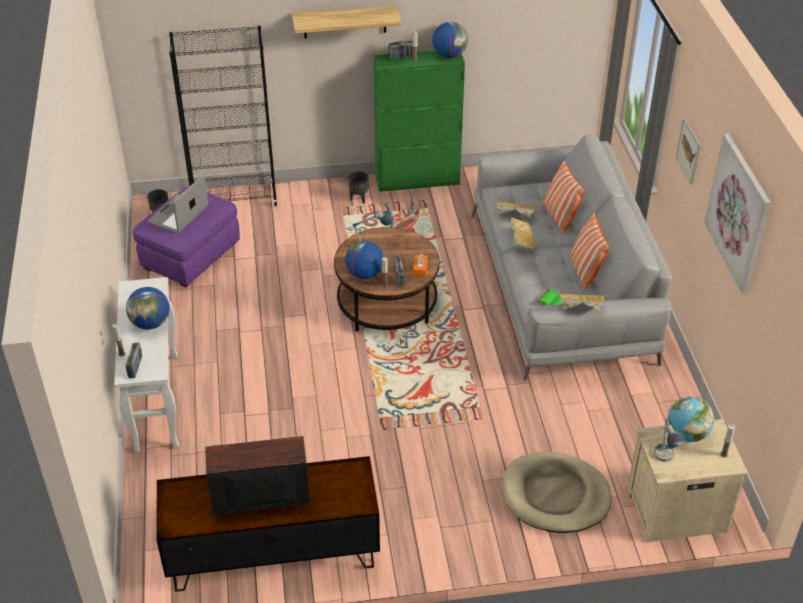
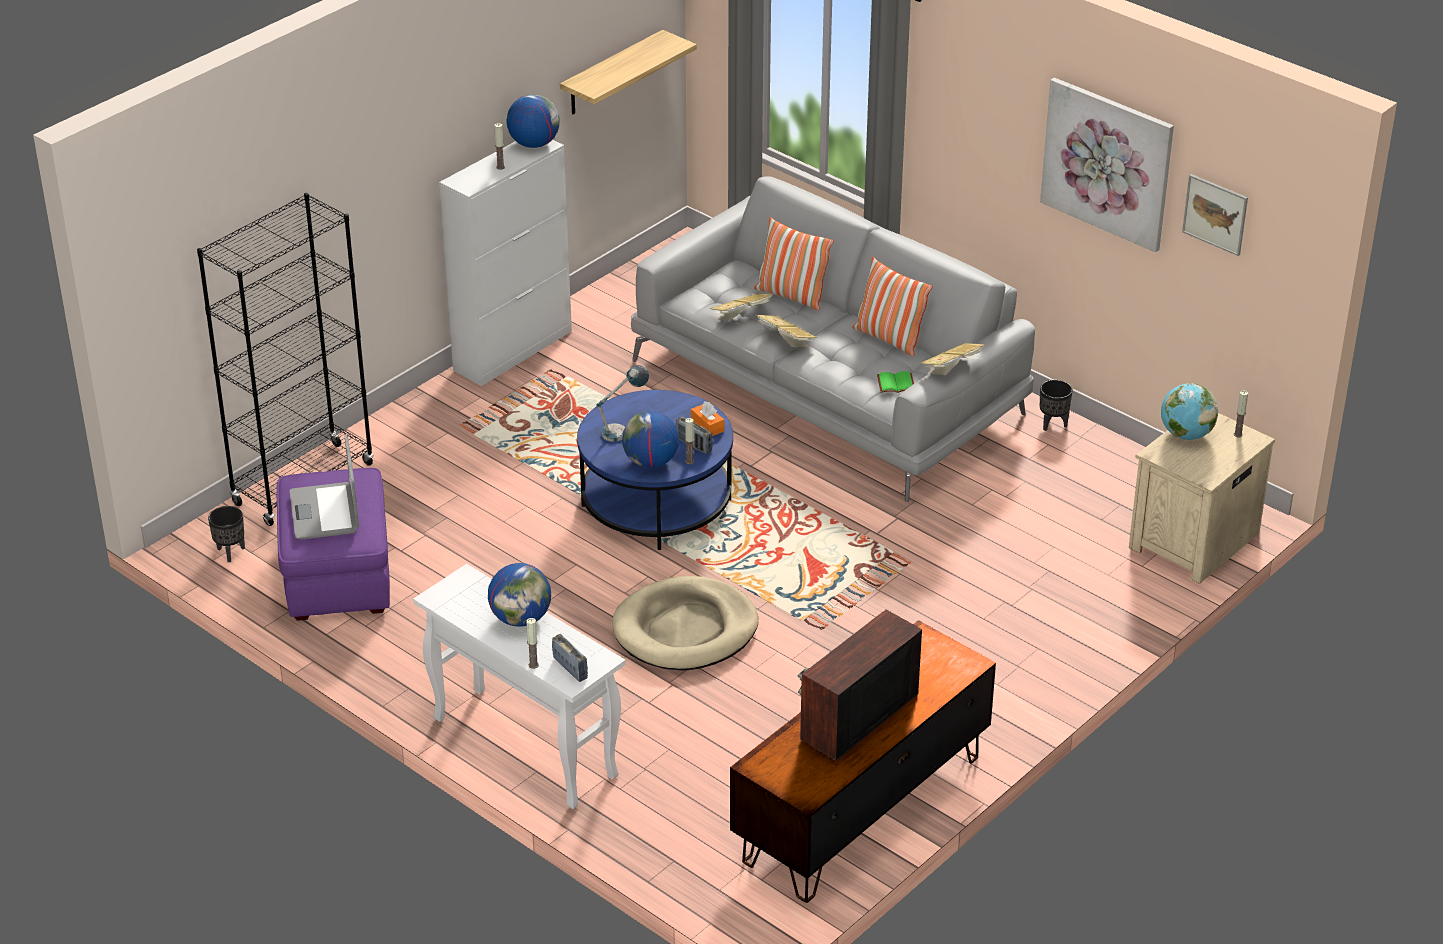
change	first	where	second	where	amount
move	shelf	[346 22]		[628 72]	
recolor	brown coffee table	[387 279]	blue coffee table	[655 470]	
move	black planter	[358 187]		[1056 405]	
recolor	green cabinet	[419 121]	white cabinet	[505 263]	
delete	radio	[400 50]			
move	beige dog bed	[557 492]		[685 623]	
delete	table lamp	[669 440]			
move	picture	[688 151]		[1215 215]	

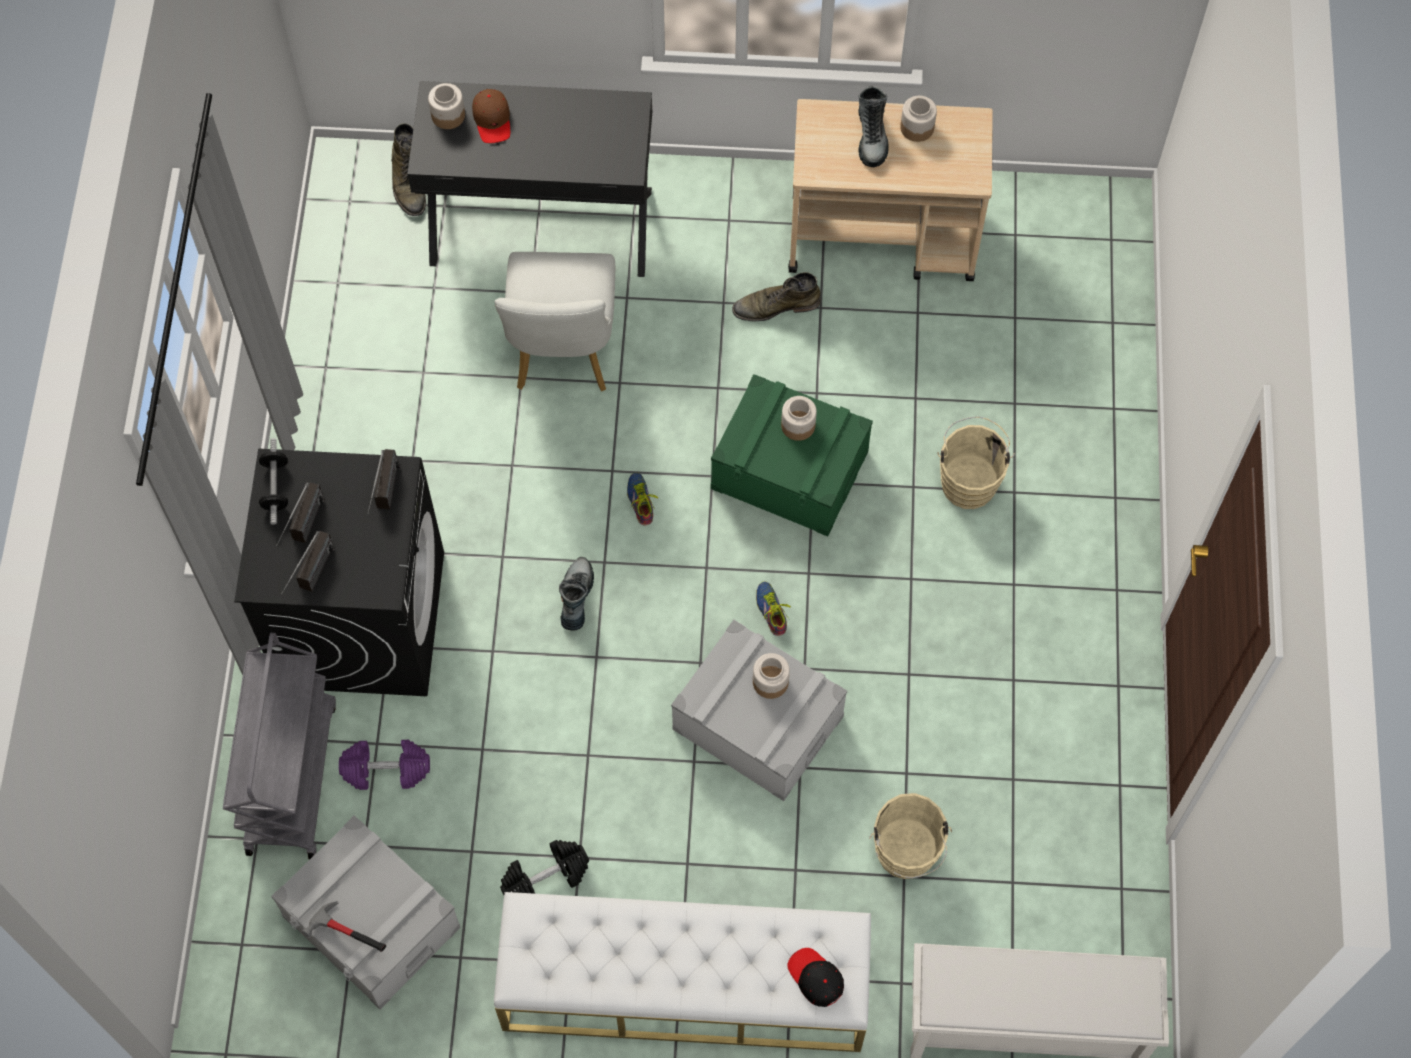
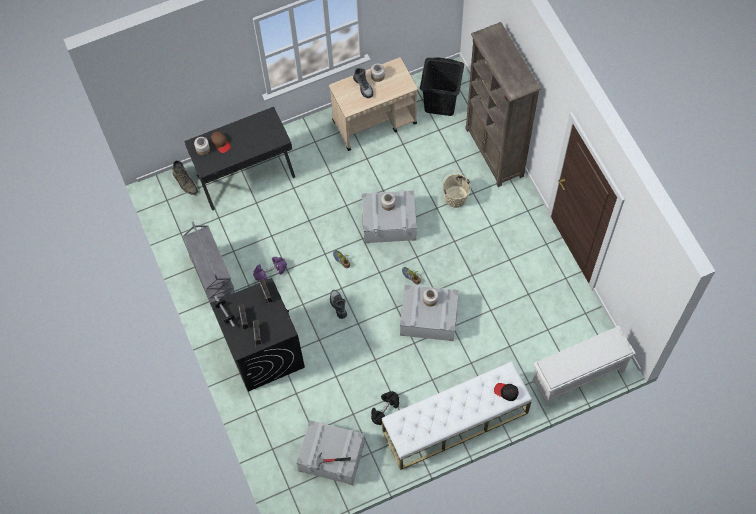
change	first	where	second	where	amount
move	grey cart	[279 746]		[209 266]	
move	purple dumbbell	[384 765]		[270 269]	
delete	white chair	[554 321]			
recolor	green storage box	[792 455]	grey storage box	[389 216]	
delete	green boot	[776 296]			
delete	beige bucket	[910 836]			
insert			black laundry basket	[442 86]	
insert			brown bookcase	[503 104]	

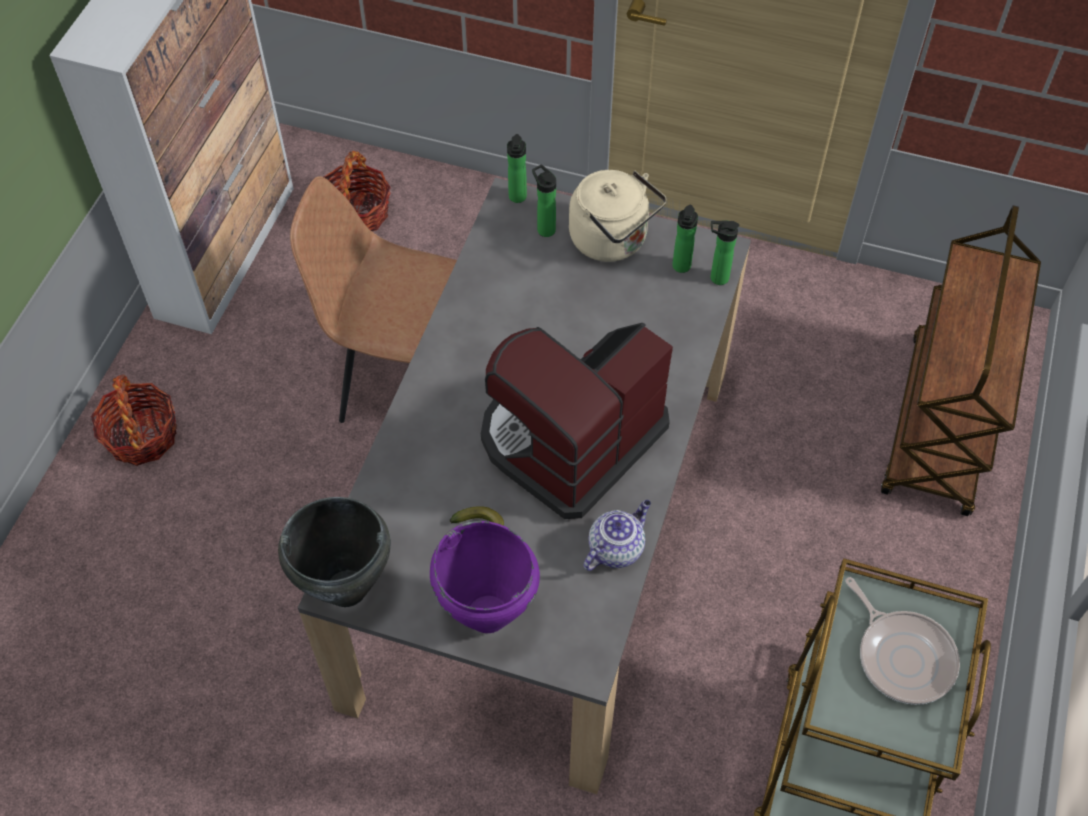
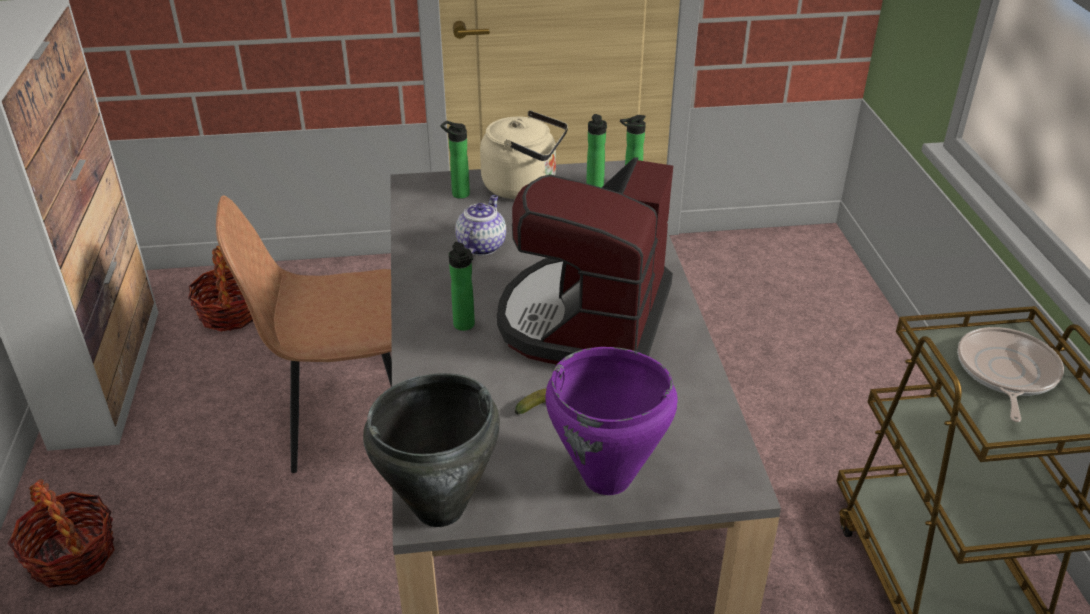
change	first	where	second	where	amount
move	bottle	[517 168]		[462 286]	
move	teapot	[617 535]		[480 225]	
rotate	frying pan	[902 641]		[1010 374]	105 degrees counterclockwise
delete	brown cart	[961 360]			

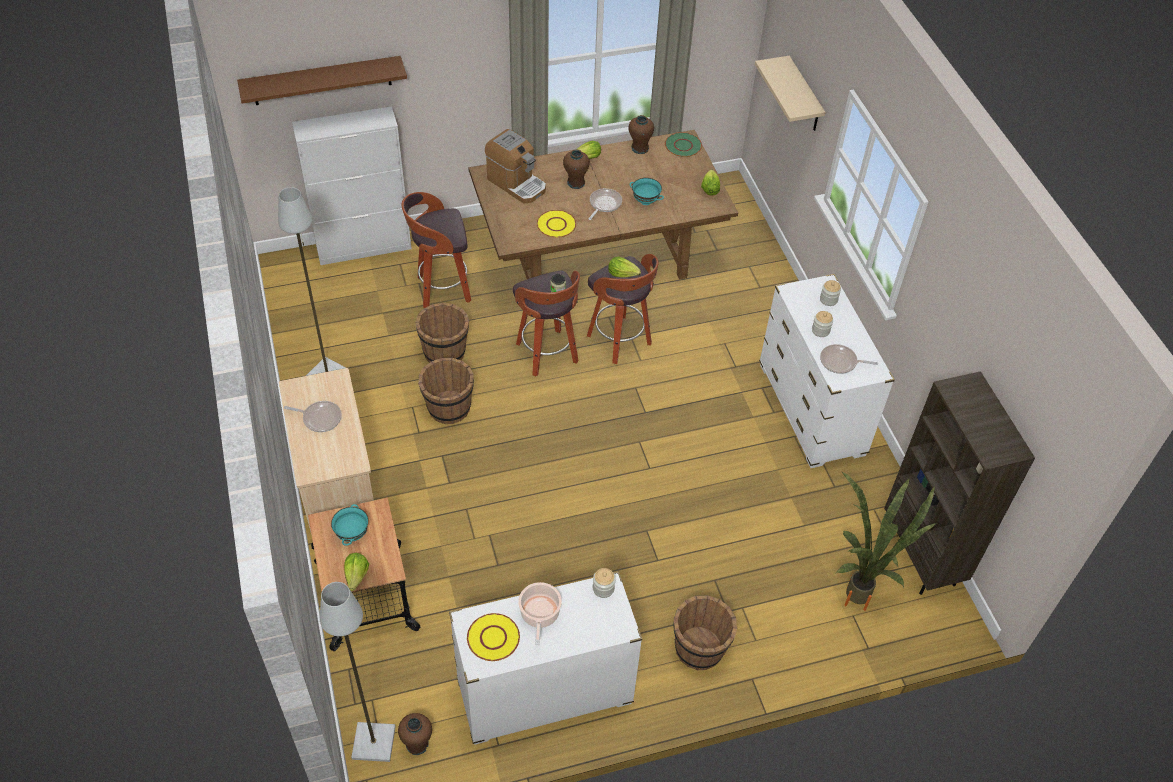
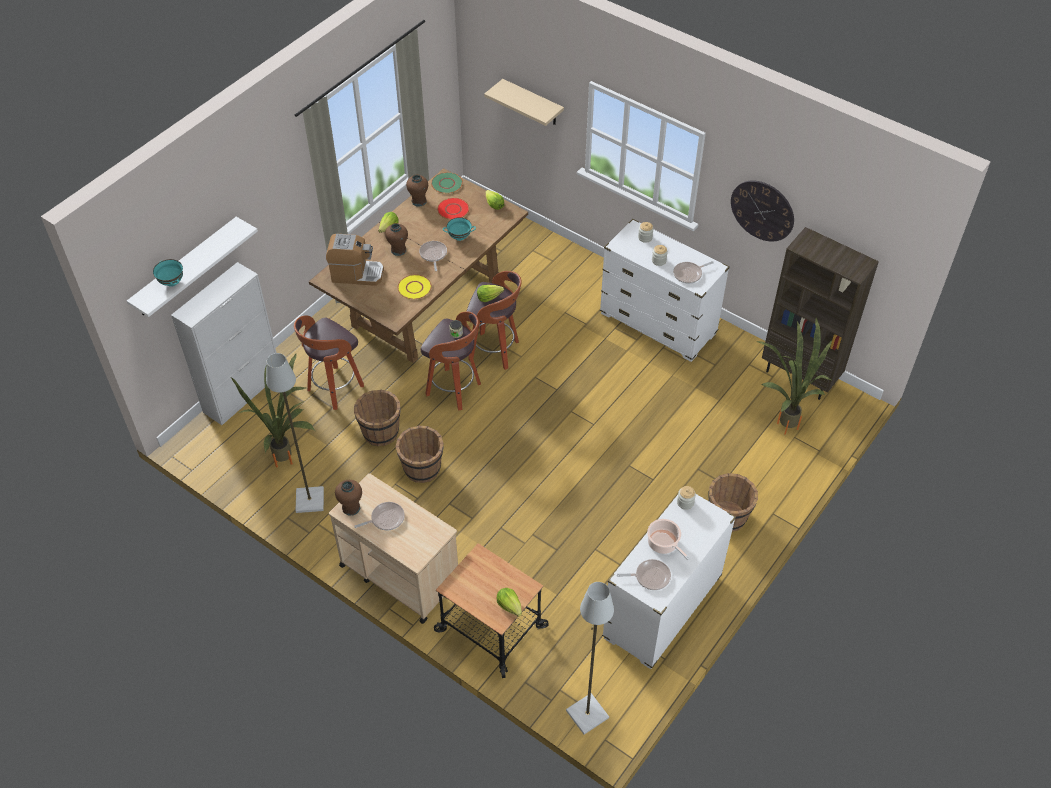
change	first	where	second	where	amount
recolor	brown shelf	[322 80]	white shelf	[192 267]	
move	turquoise bowl	[349 525]		[168 273]	
move	brown vase	[415 734]		[348 498]	
replace	yellow plate	[493 637]	frying pan	[644 574]	
insert			potted plant	[273 410]	
insert			red plate	[453 209]	
insert			wall clock	[762 211]	

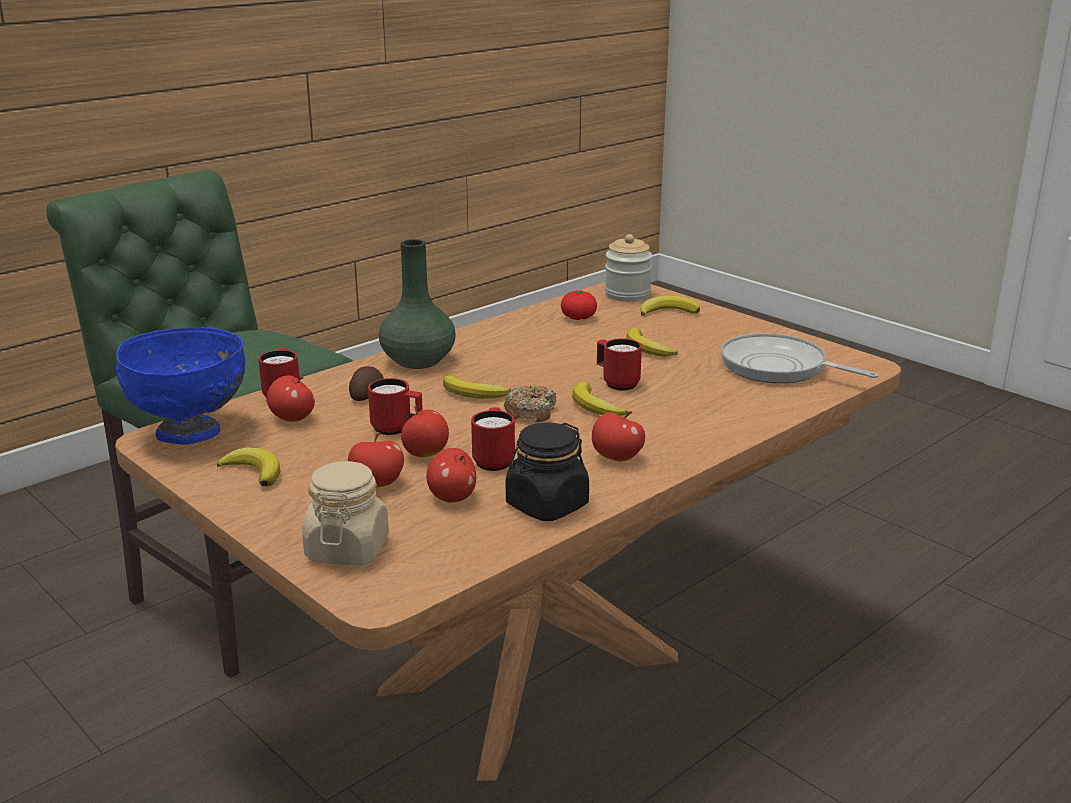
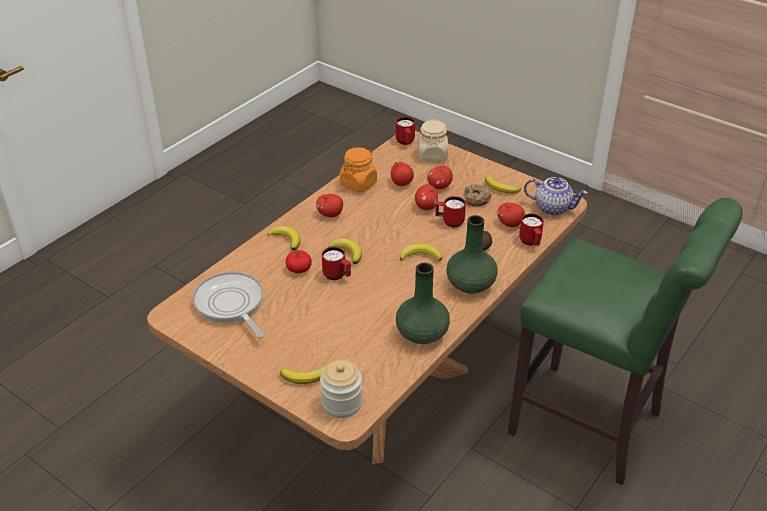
change	first	where	second	where	amount
replace	blue bowl	[180 386]	teapot	[556 196]	
move	red mug	[493 439]		[405 131]	
move	donut	[530 403]		[477 195]	
recolor	black jar	[547 471]	orange jar	[358 169]	
move	tomato	[579 305]		[299 261]	
move	banana	[652 342]		[283 238]	
rotate	frying pan	[800 358]		[228 305]	150 degrees counterclockwise
insert			green vase	[423 303]	

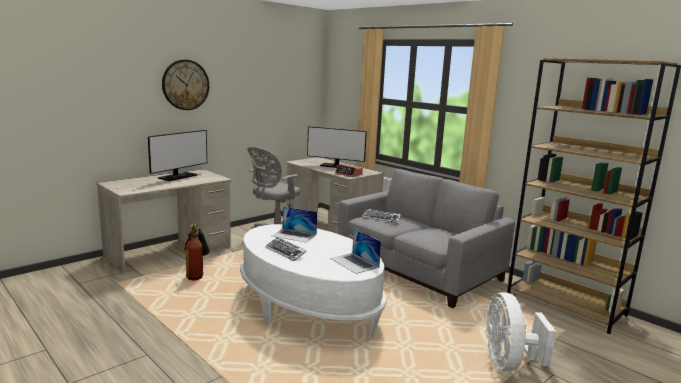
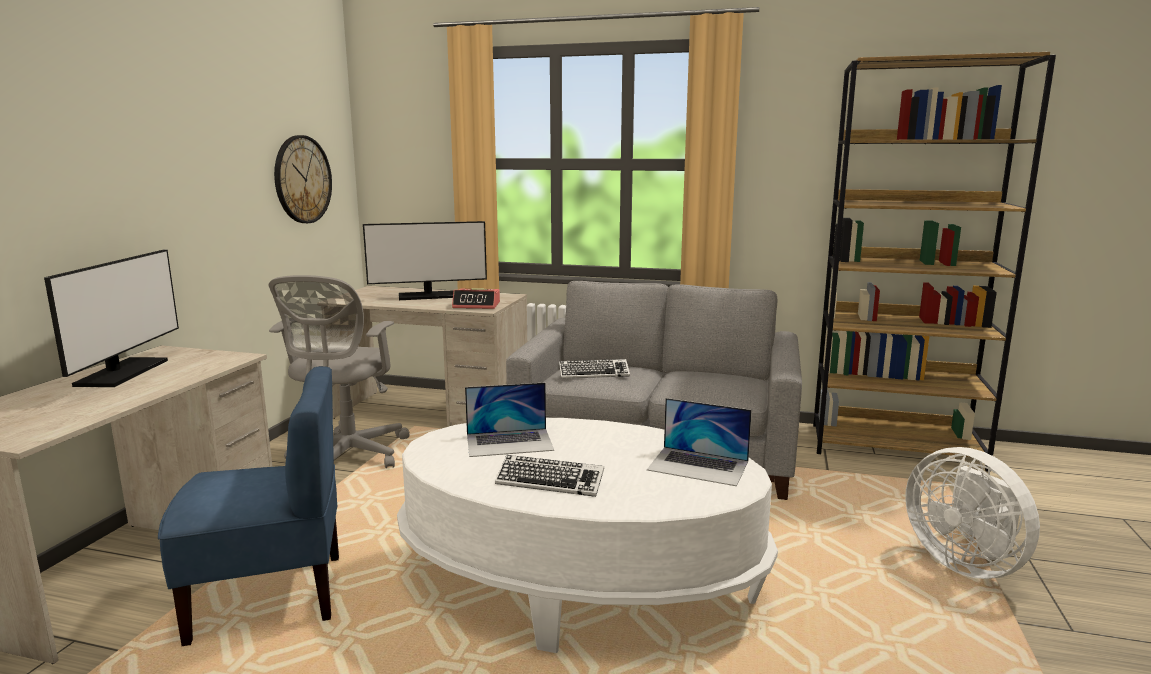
change	first	where	second	where	amount
move	wall clock	[185 85]		[303 179]	
replace	fire extinguisher	[197 252]	blue chair	[248 506]	

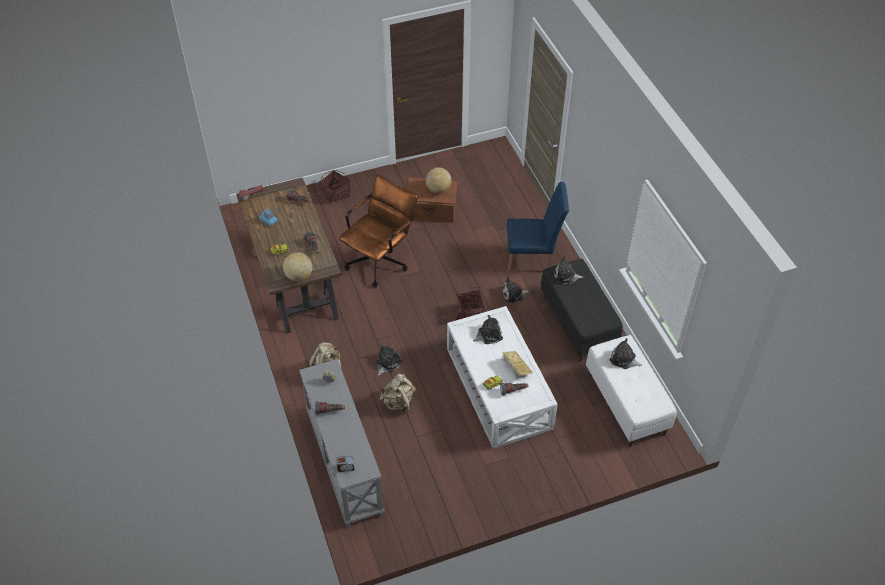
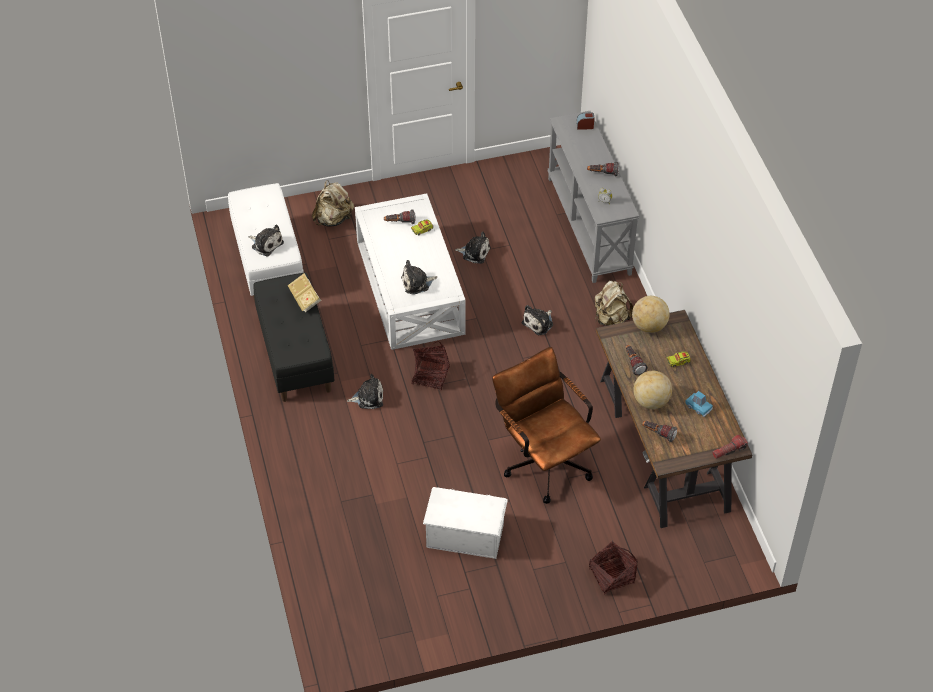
change	first	where	second	where	amount
rotate	brown office chair	[378 231]		[546 425]	105 degrees clockwise
move	beige backpack	[398 393]		[333 203]	
recolor	brown storage box	[432 200]	white storage box	[465 523]	
move	globe	[439 180]		[652 390]	
move	book	[517 364]		[304 292]	
delete	blue chair	[537 228]			
move	plush toy	[568 270]		[473 247]	

